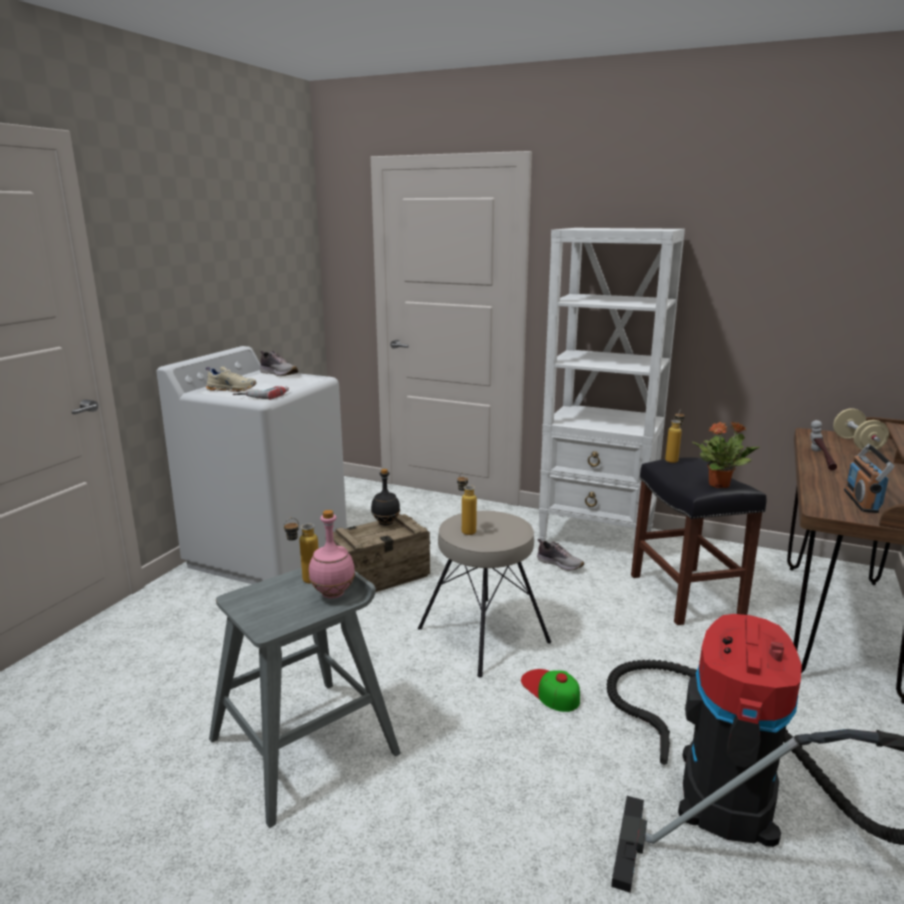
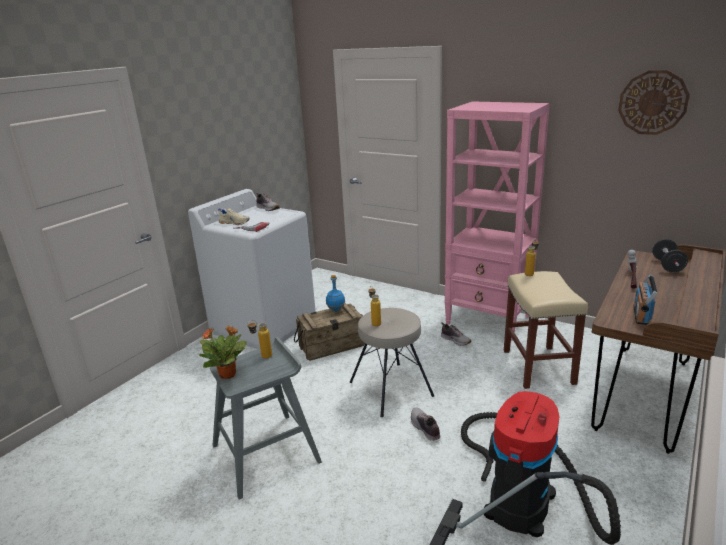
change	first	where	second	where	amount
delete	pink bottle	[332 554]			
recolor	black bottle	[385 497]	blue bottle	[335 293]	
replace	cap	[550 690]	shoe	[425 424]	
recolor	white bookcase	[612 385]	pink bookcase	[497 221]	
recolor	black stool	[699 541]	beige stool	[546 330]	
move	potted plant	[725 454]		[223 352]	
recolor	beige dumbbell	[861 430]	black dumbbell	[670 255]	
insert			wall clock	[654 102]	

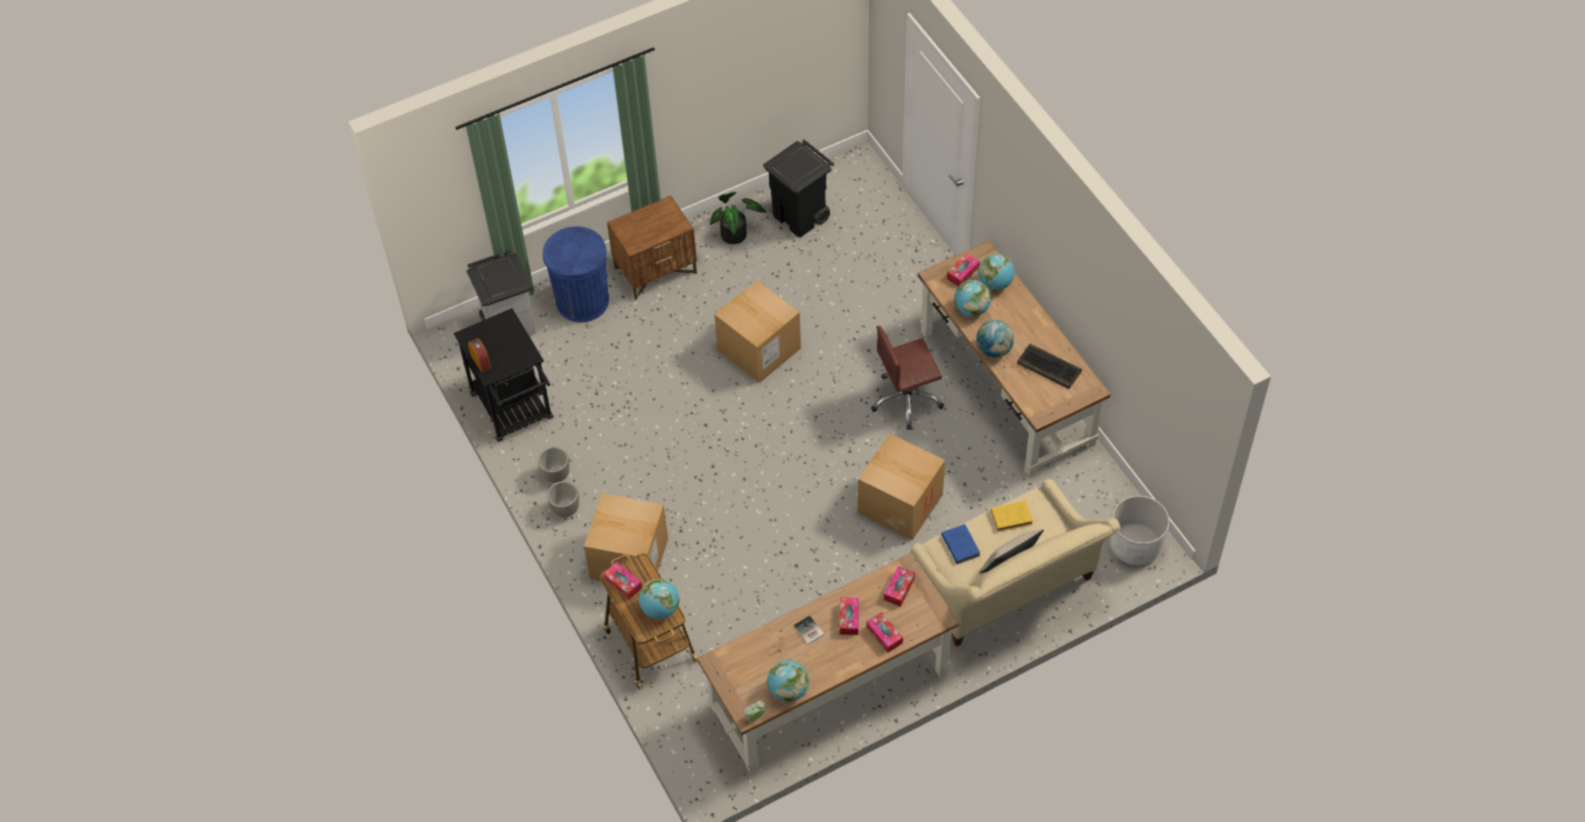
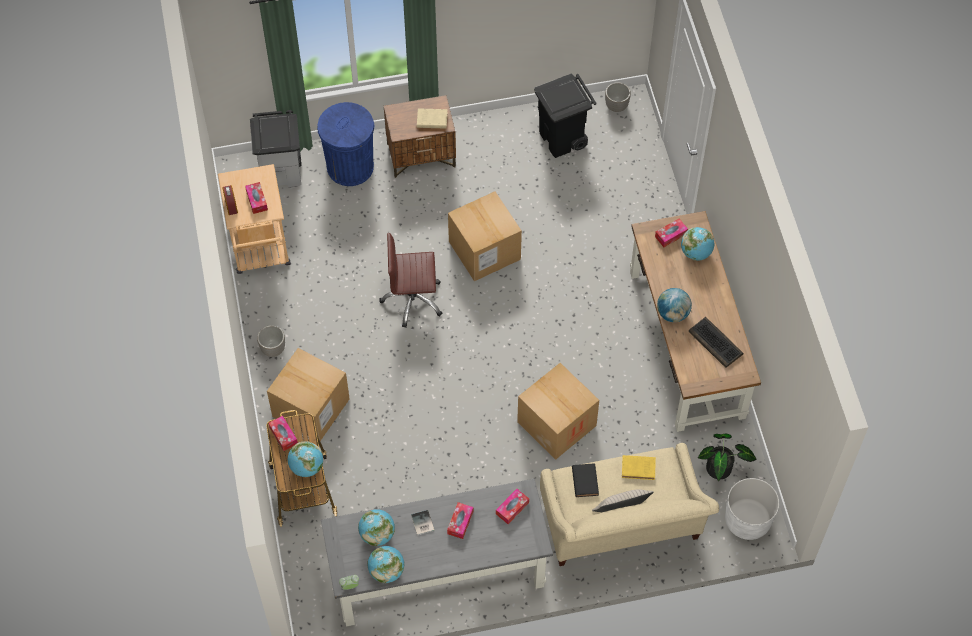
change	first	where	second	where	amount
recolor	black cart	[503 375]	beige cart	[254 219]	
move	planter	[553 465]		[618 97]	
recolor	brown desk	[828 663]	grey desk	[437 553]	
move	potted plant	[738 218]		[727 457]	
move	tissue box	[885 632]		[256 198]	
move	brown office chair	[907 378]		[410 280]	
recolor	blue book	[960 544]	black book	[585 480]	
move	globe	[972 298]		[376 527]	
insert			beige book	[432 118]	

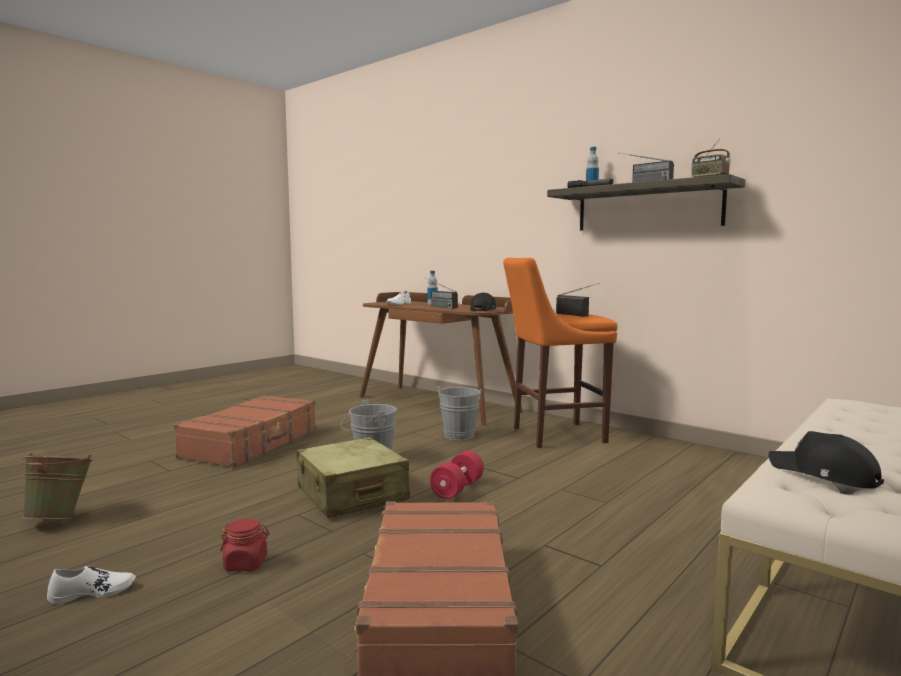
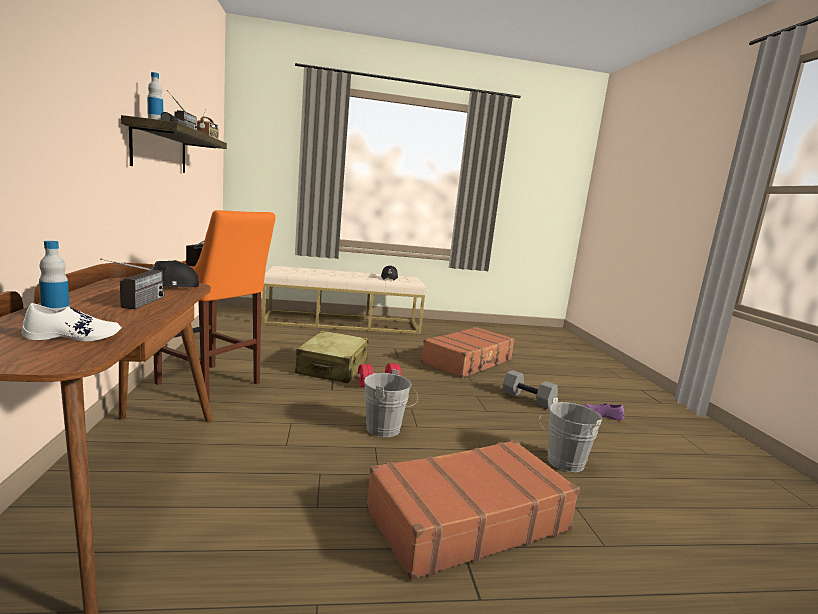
change	first	where	second	where	amount
delete	green bucket	[56 486]			
recolor	white shoe	[91 585]	purple shoe	[604 412]	
replace	red jar	[245 544]	grey dumbbell	[530 389]	
move	beige suitcase	[353 477]		[332 357]	
move	grey bucket	[460 413]		[570 434]	

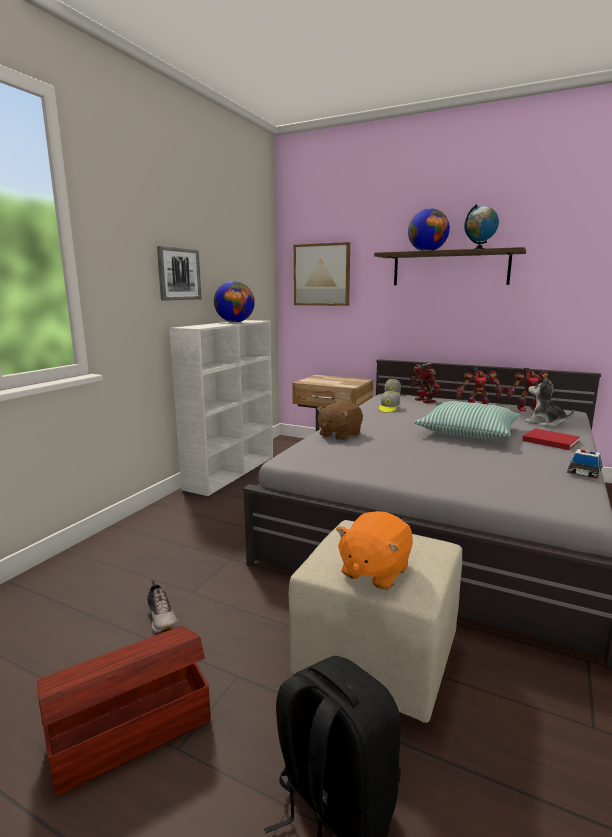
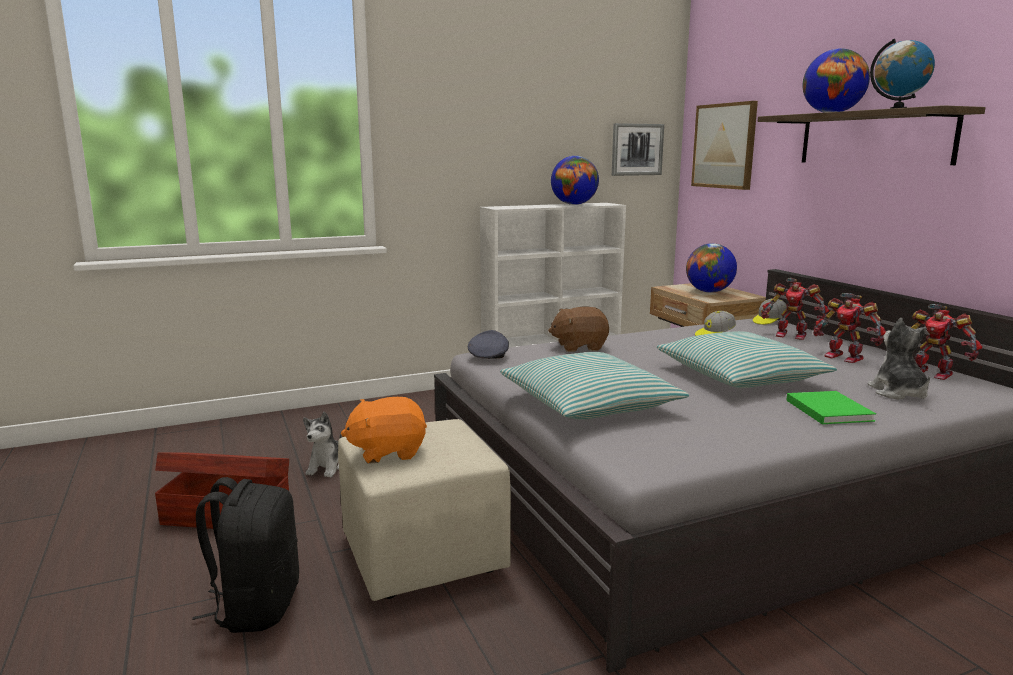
change	first	where	second	where	amount
replace	shoe	[162 606]	plush toy	[322 445]	
move	picture	[179 273]		[638 149]	
rotate	toy robot	[425 383]		[795 309]	105 degrees clockwise
recolor	red book	[551 439]	green book	[831 407]	
delete	toy car	[584 464]			
insert			grey cap	[488 344]	
insert			pillow	[594 386]	
insert			globe	[711 268]	

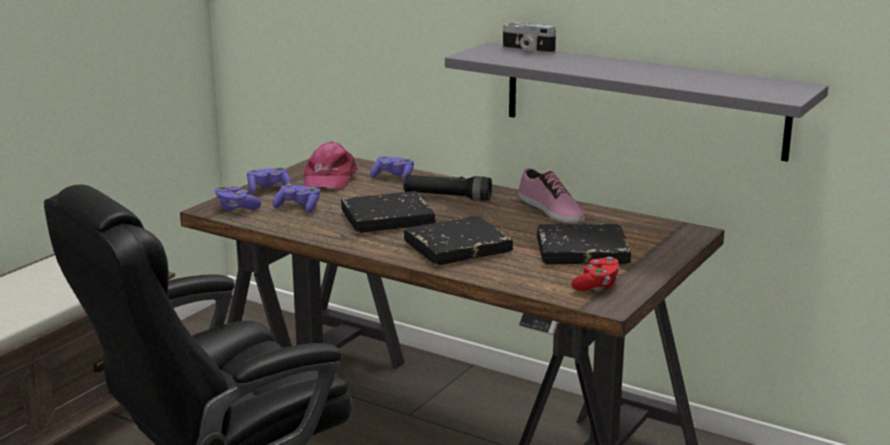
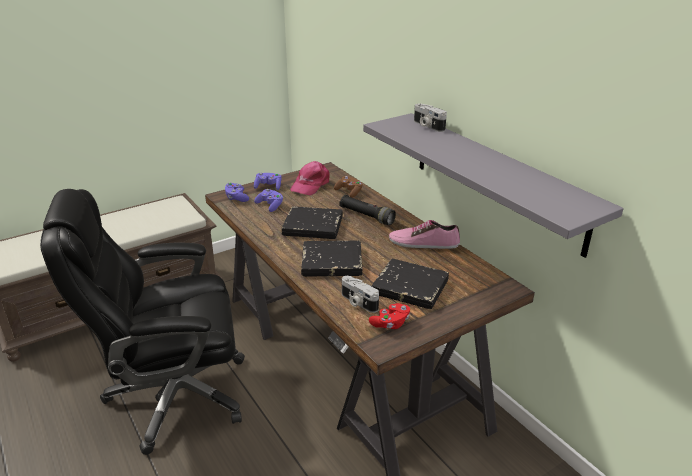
change	first	where	second	where	amount
recolor	purple game controller	[392 168]	brown game controller	[348 187]	
rotate	shoe	[552 195]		[424 234]	105 degrees clockwise
insert			photo camera	[360 294]	

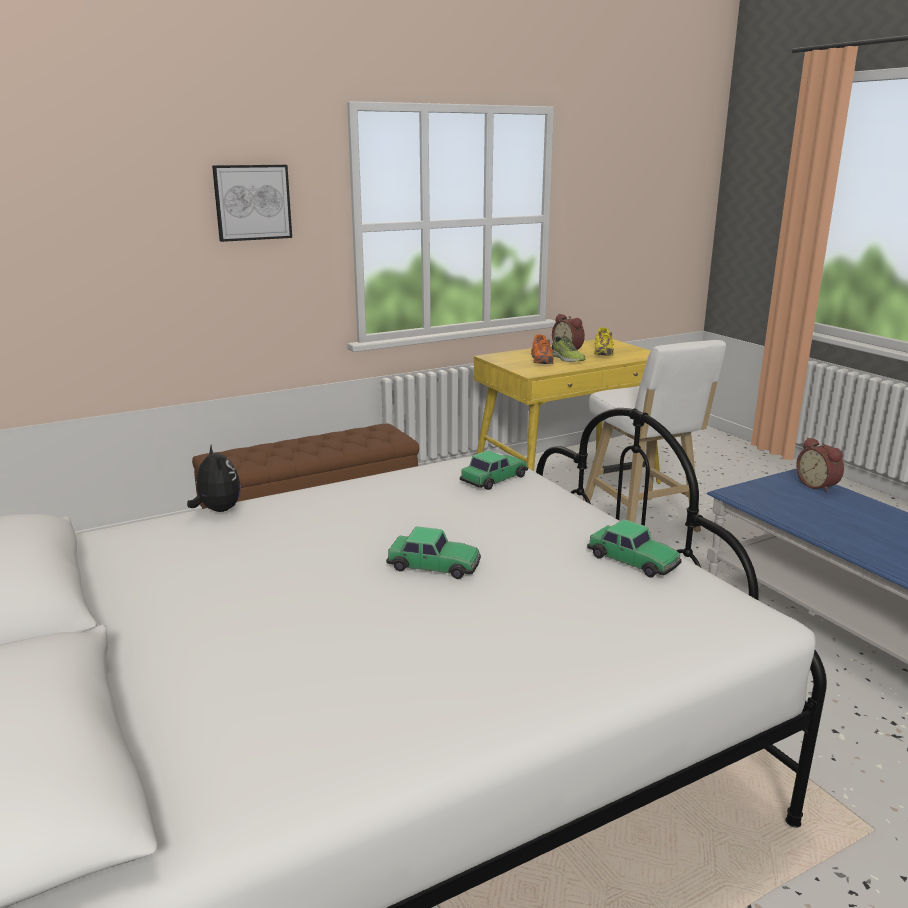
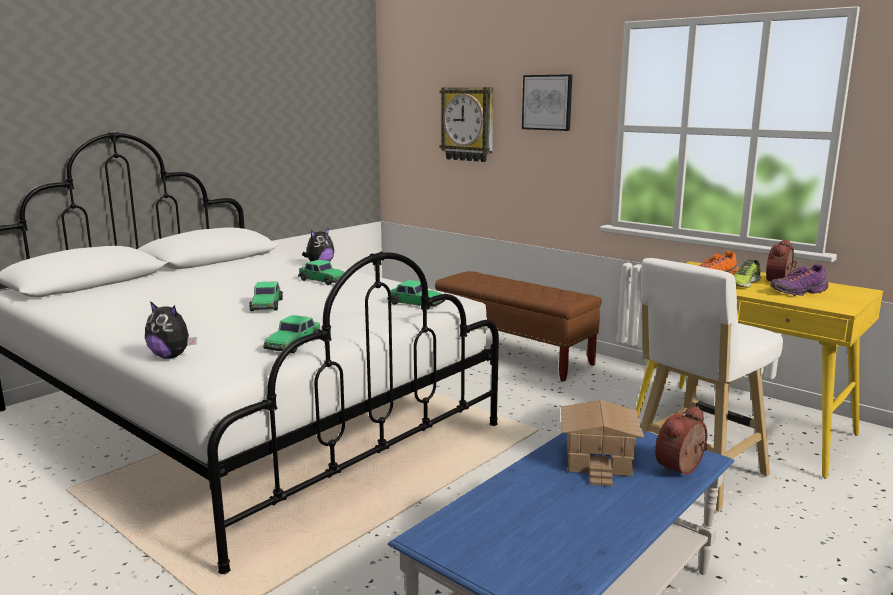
change	first	where	second	where	amount
recolor	yellow shoe	[604 341]	purple shoe	[799 280]	
insert			plush toy	[171 330]	
insert			toy car	[321 272]	
insert			wall clock	[466 124]	
insert			toy house	[602 443]	

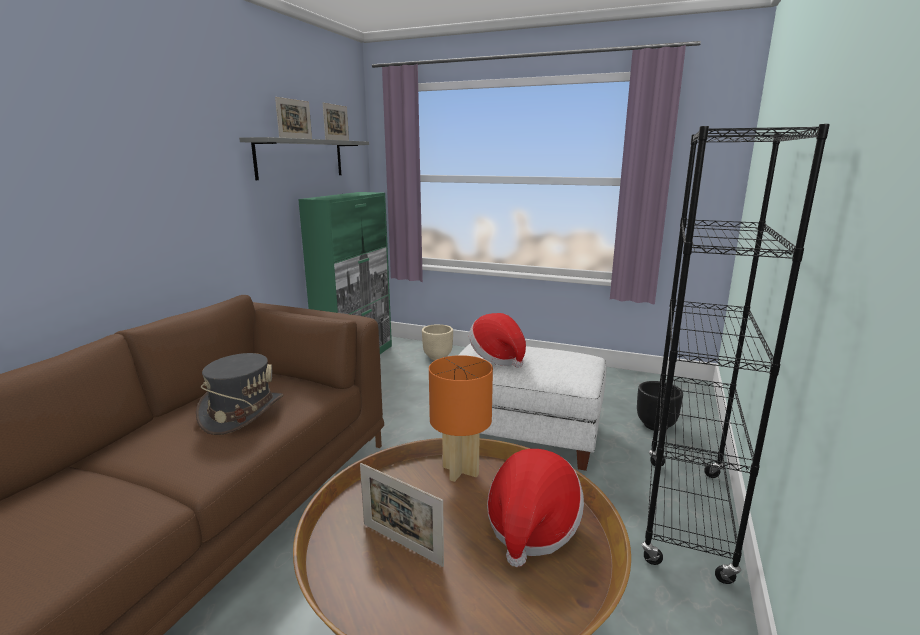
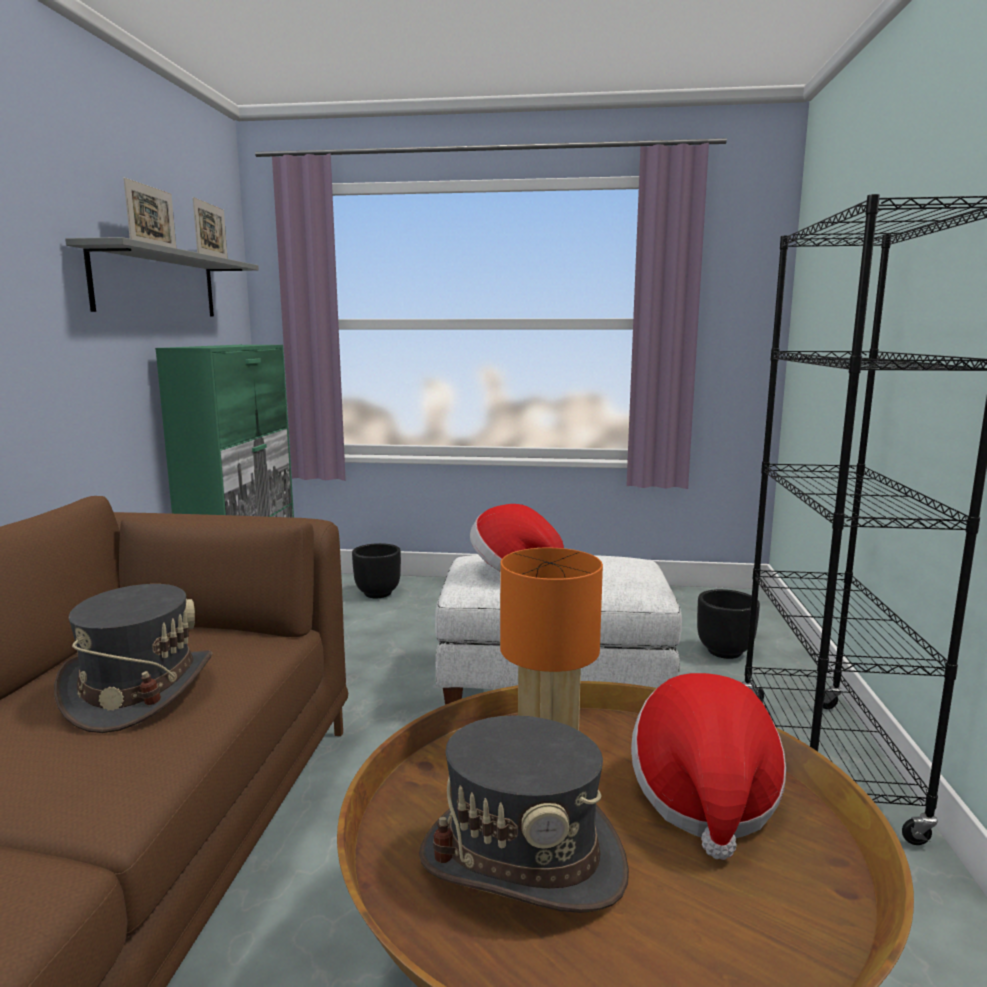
change	first	where	second	where	amount
replace	picture frame	[402 515]	grey hat	[524 814]	
recolor	beige planter	[437 342]	black planter	[376 570]	

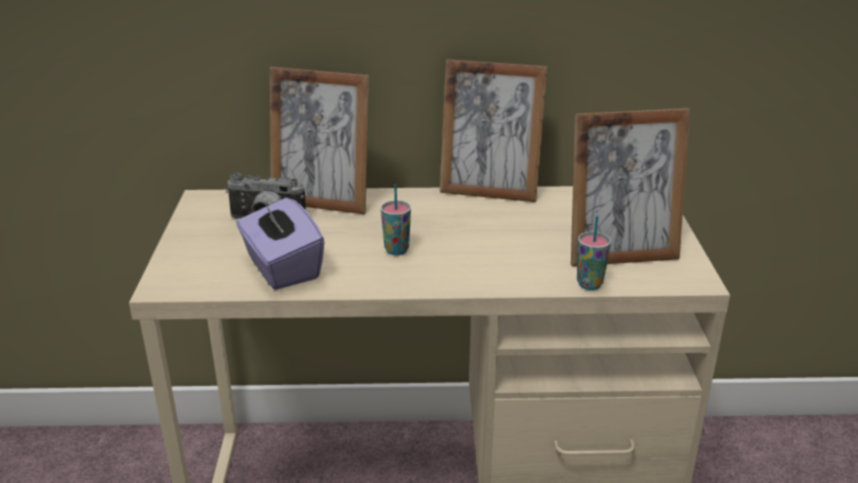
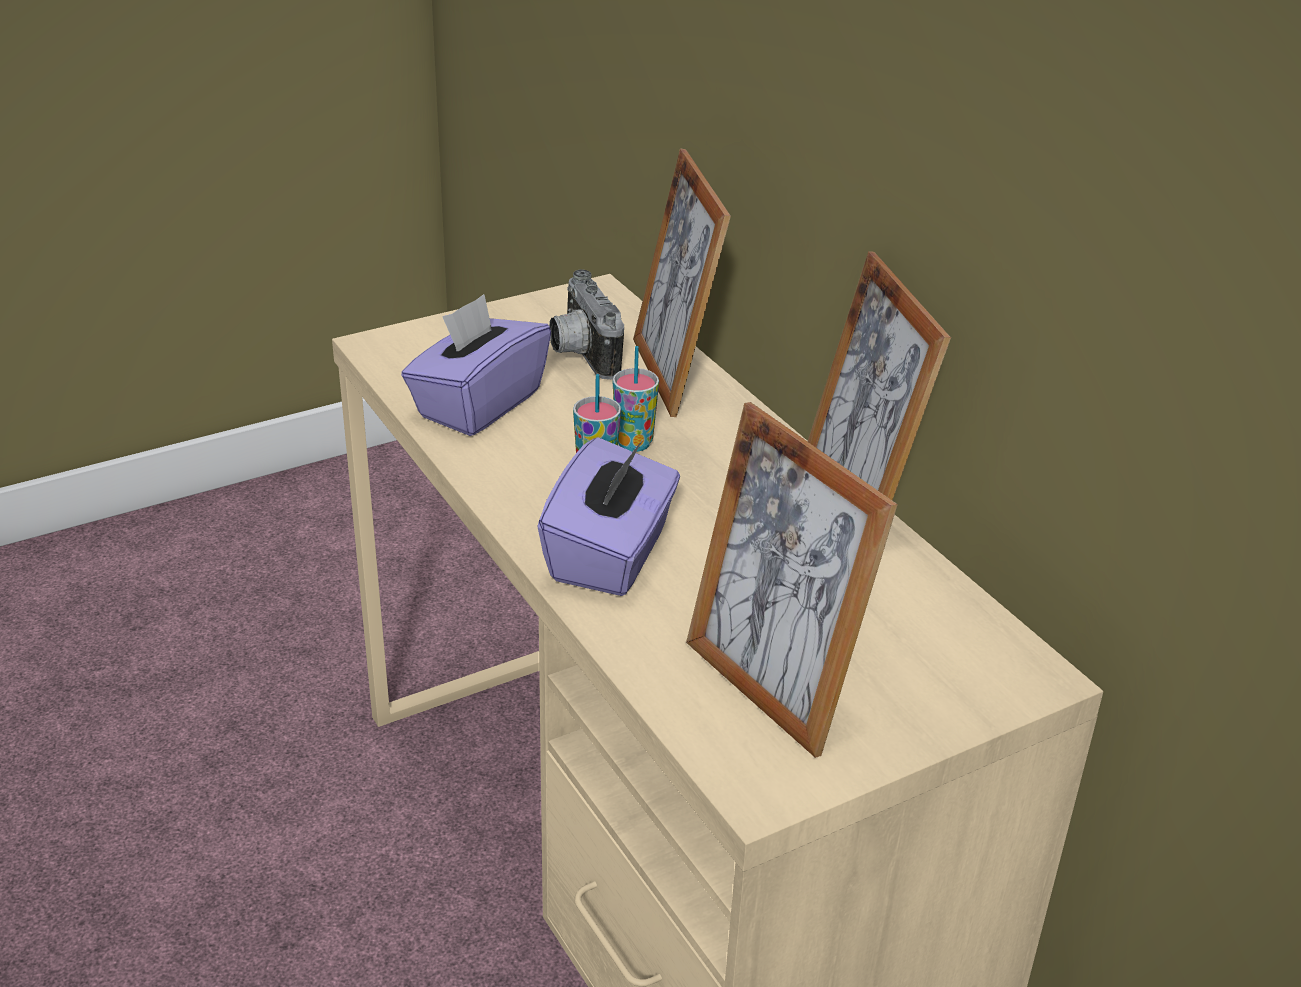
change	first	where	second	where	amount
move	cup	[594 252]		[636 399]	
insert			purple tissue box	[608 516]	

